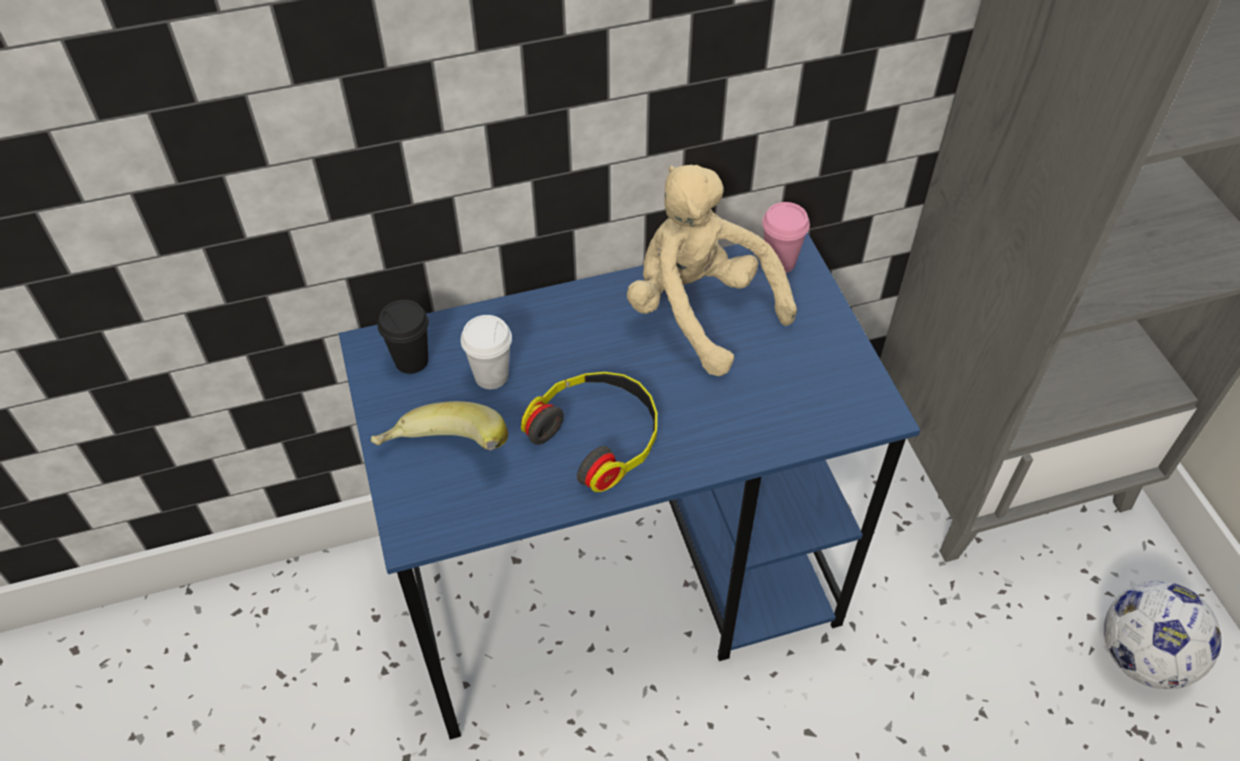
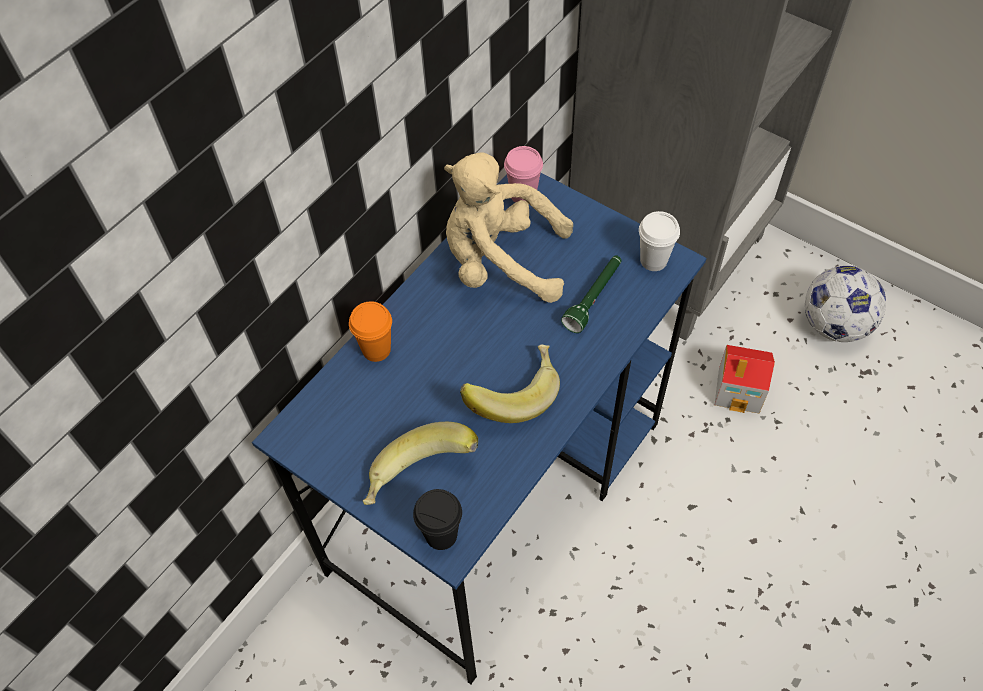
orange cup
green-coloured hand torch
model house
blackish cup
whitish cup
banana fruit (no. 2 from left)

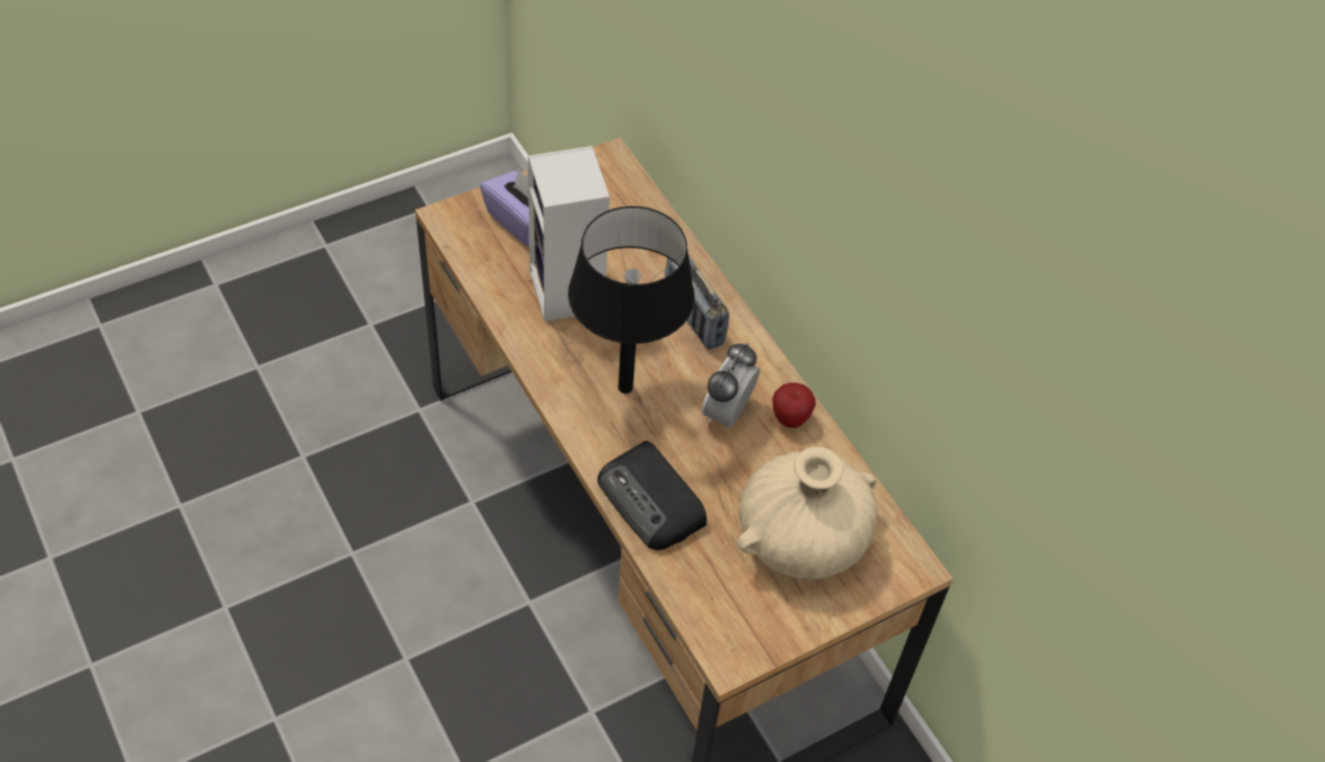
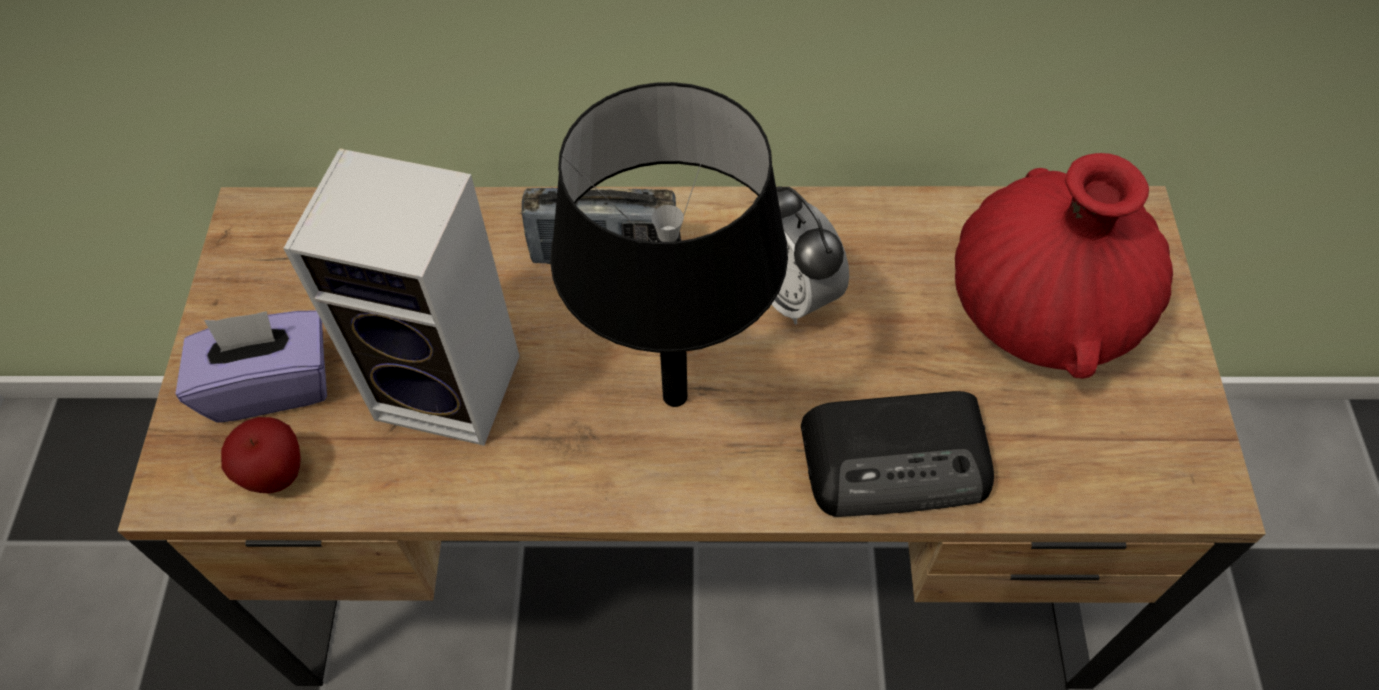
apple fruit
red-coloured flower vase

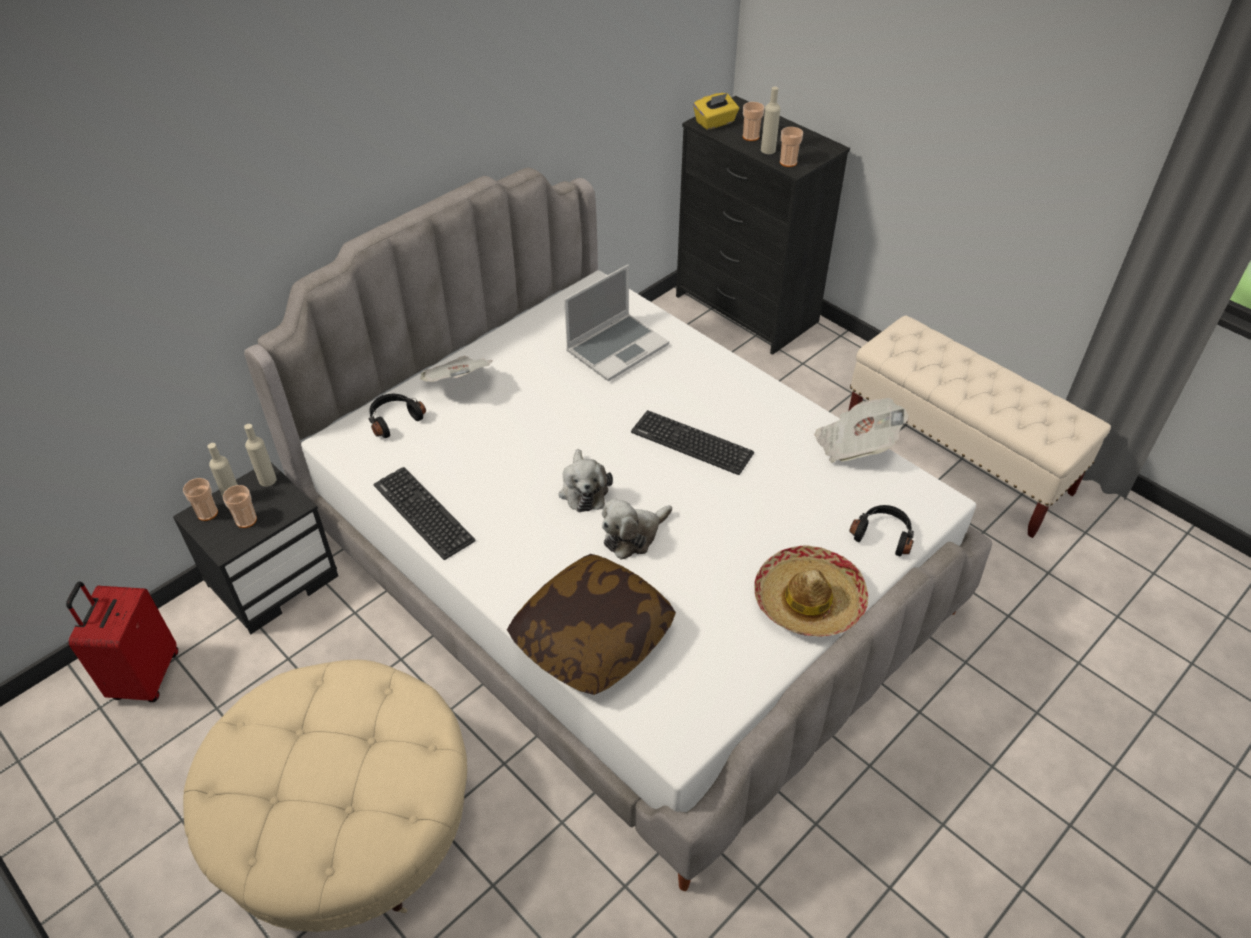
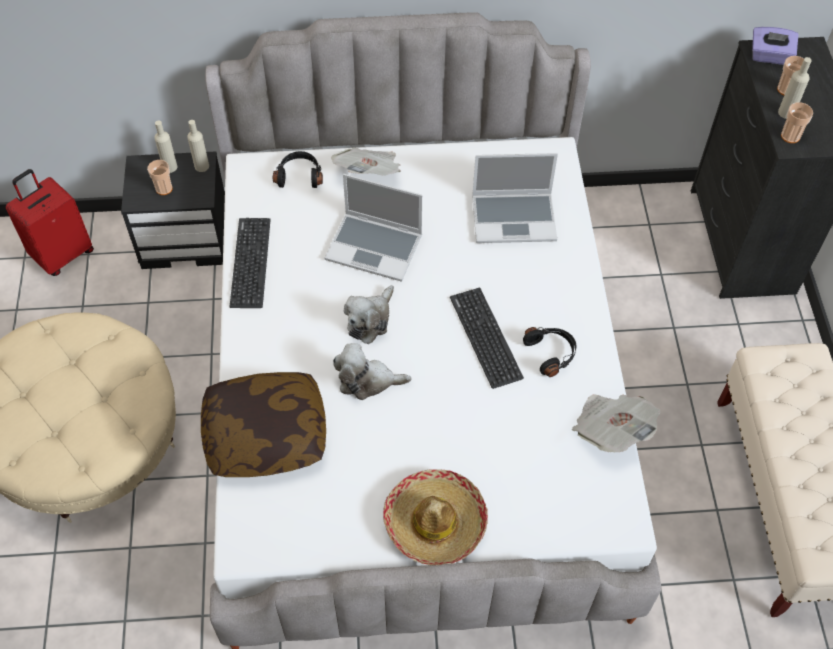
cup (no. 1 from left in the first image)
notebook computer (no. 1 from left)
blackish pair of headphones (no. 2 from left)
purple-coloured box of tissues

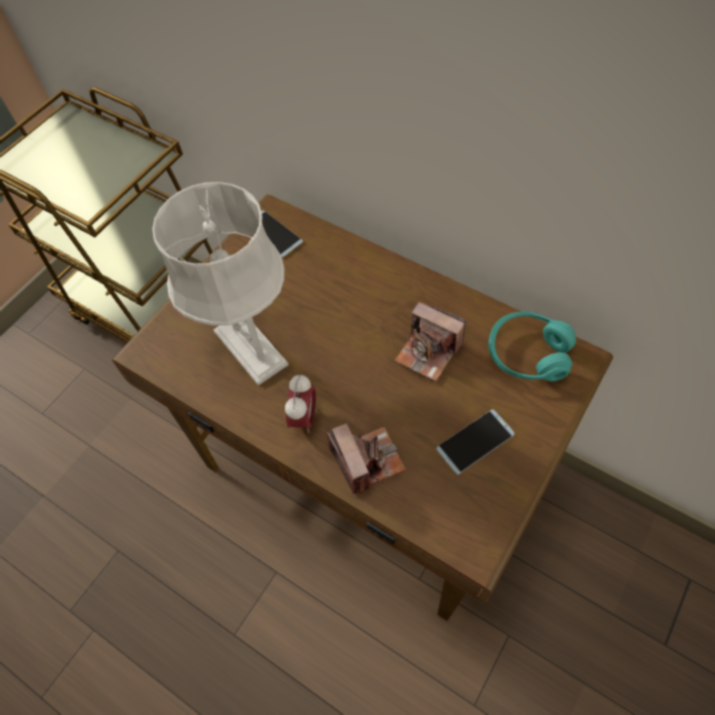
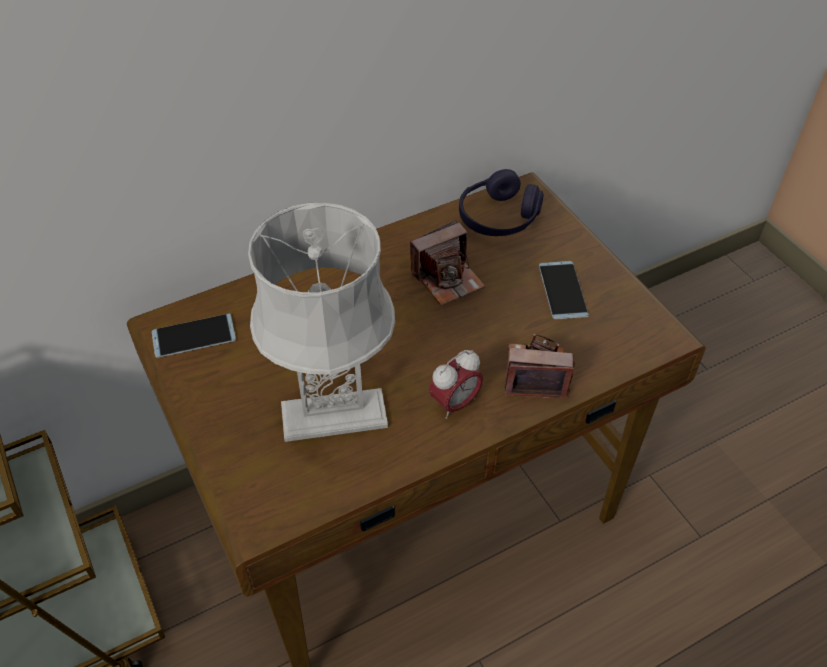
purple-coloured pair of headphones
bedside clock

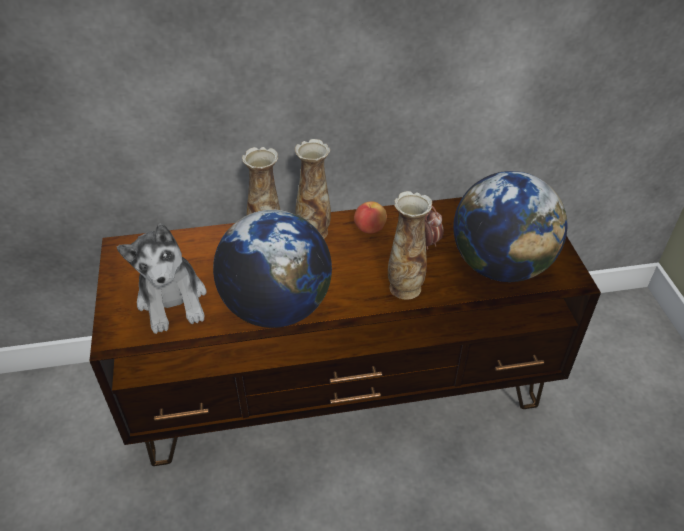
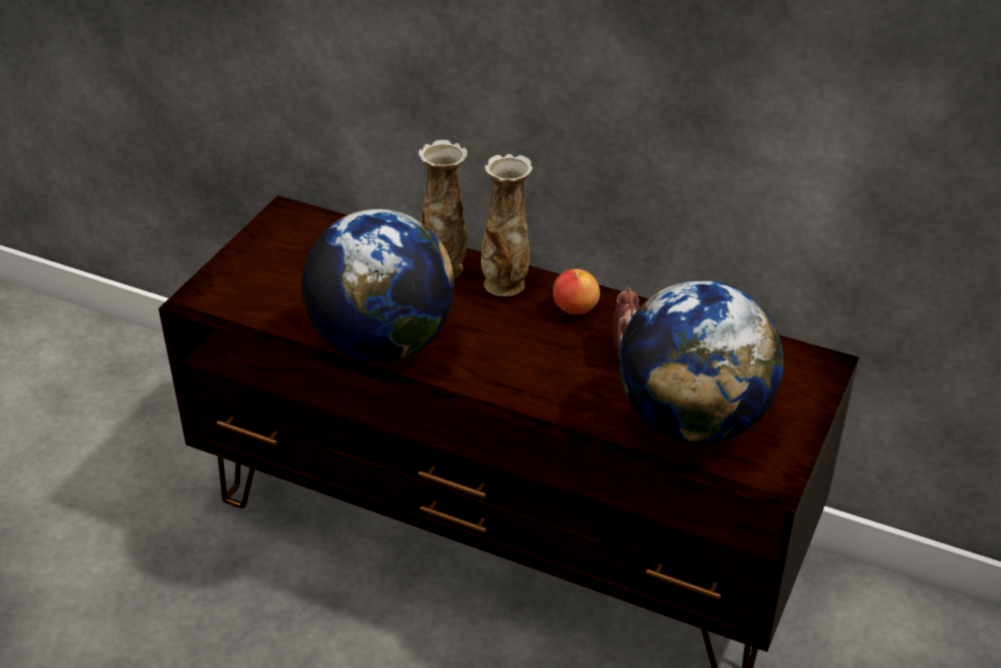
plush toy
flower vase (no. 3 from left in the first image)

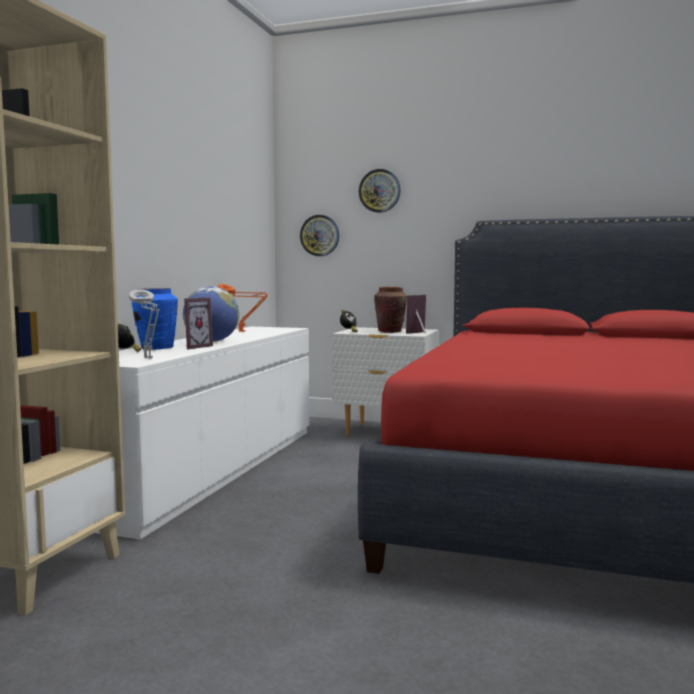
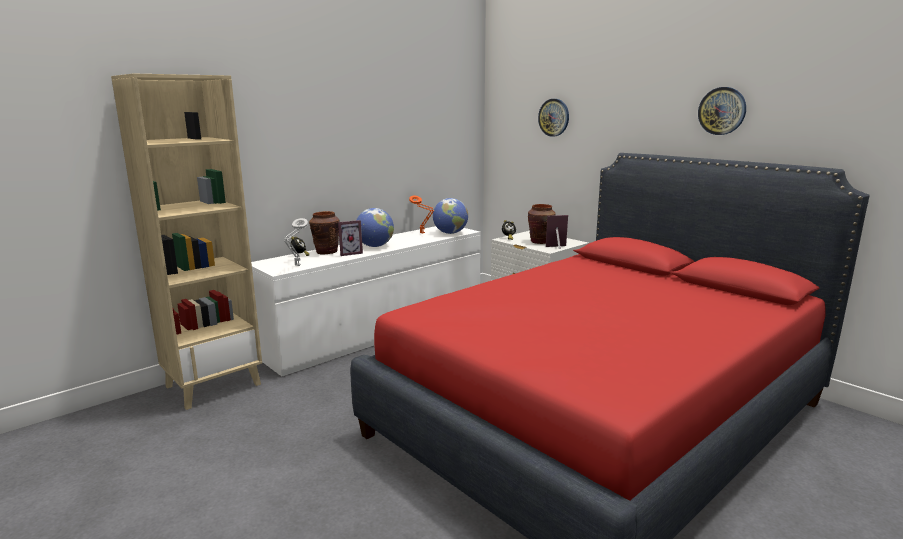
desk globe (no. 2 from left)
hanging clock (no. 2 from left)
brownish flower vase (no. 1 from left)

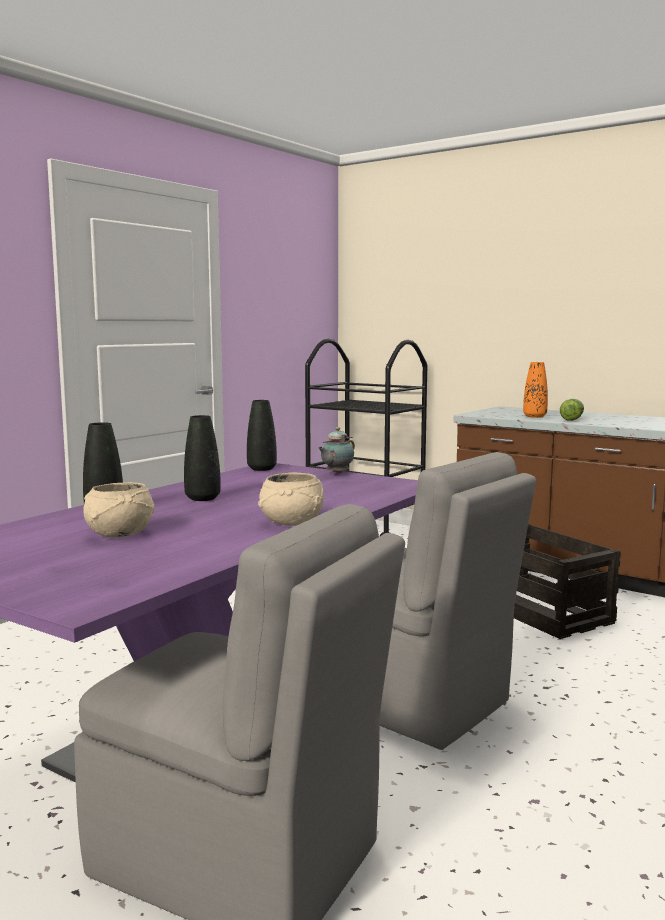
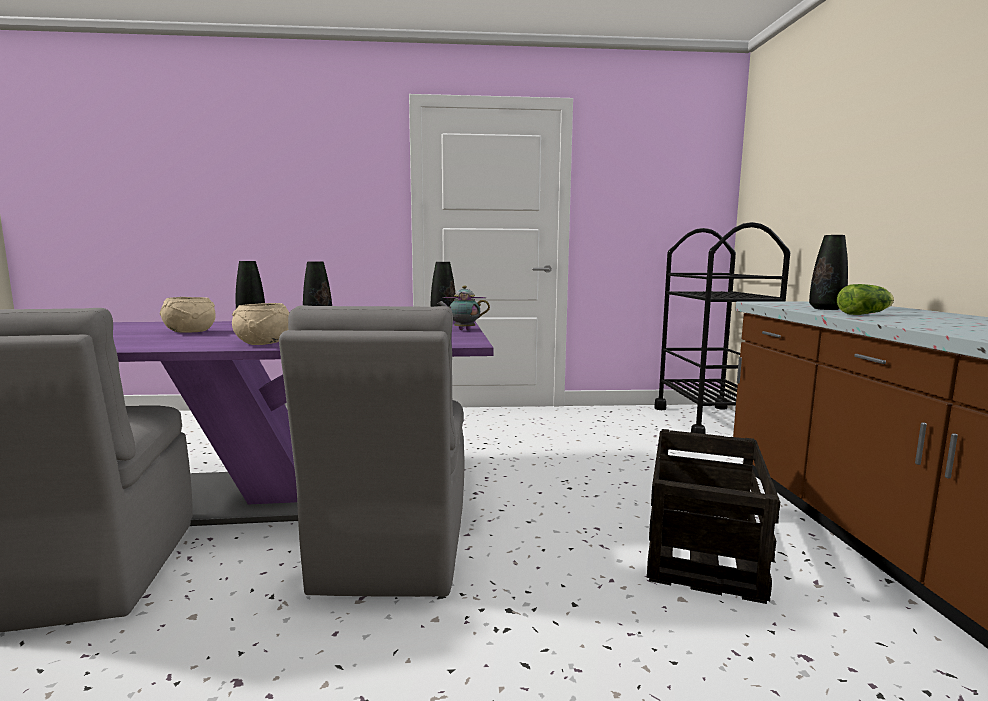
blackish flower vase (no. 4 from left)

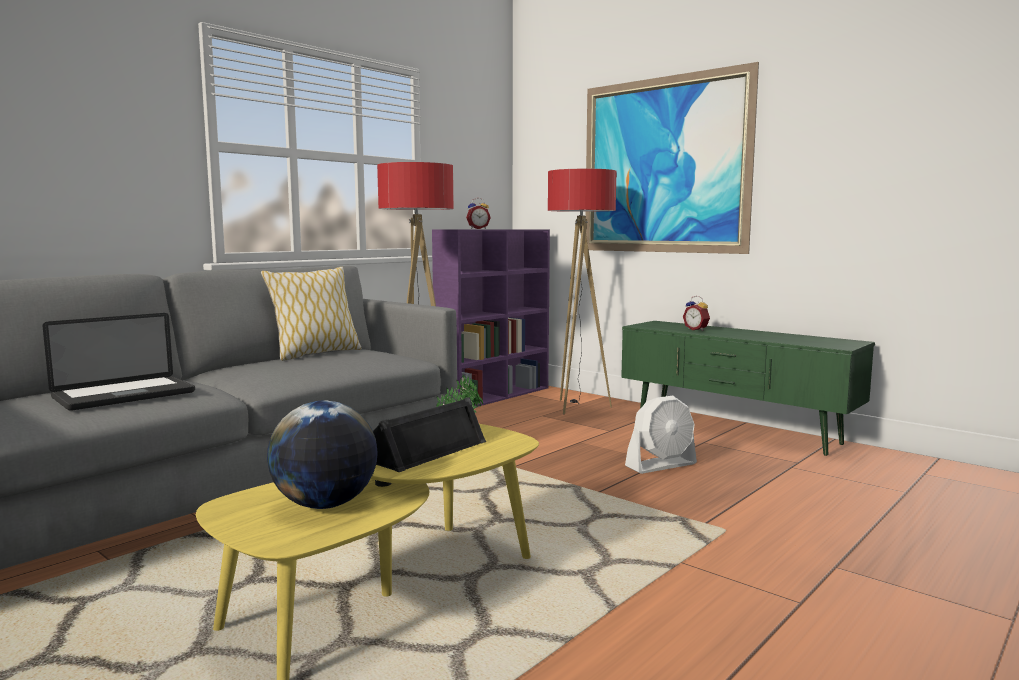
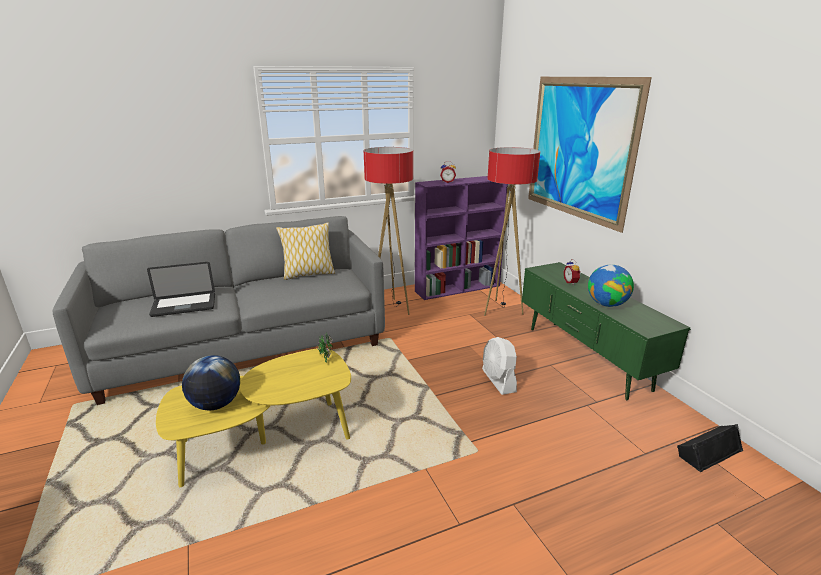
desk globe (no. 2 from left)
blackish audio speaker
whitish electric fan

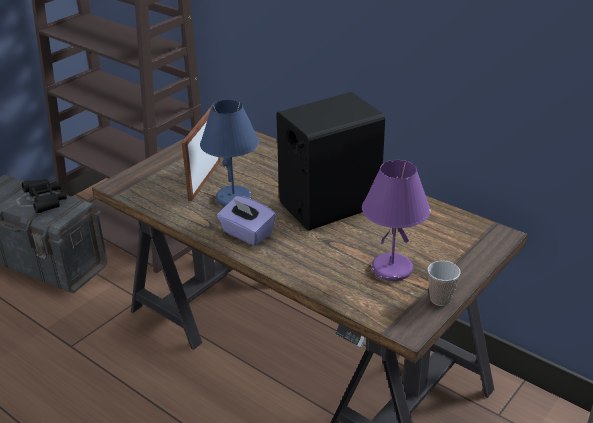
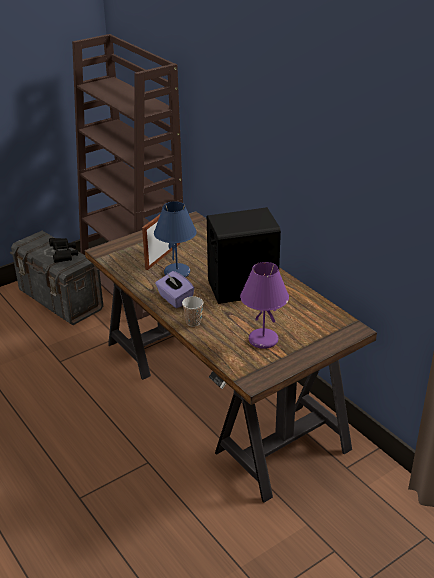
cup

